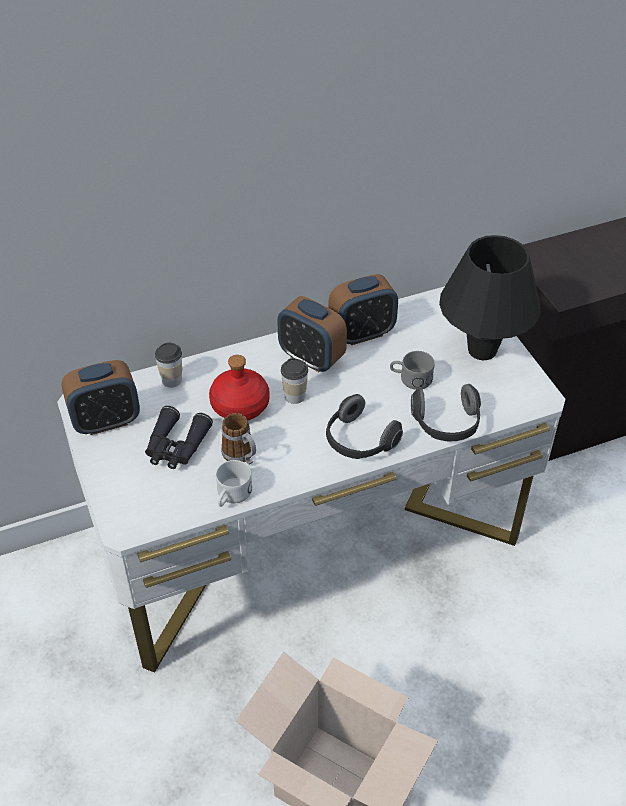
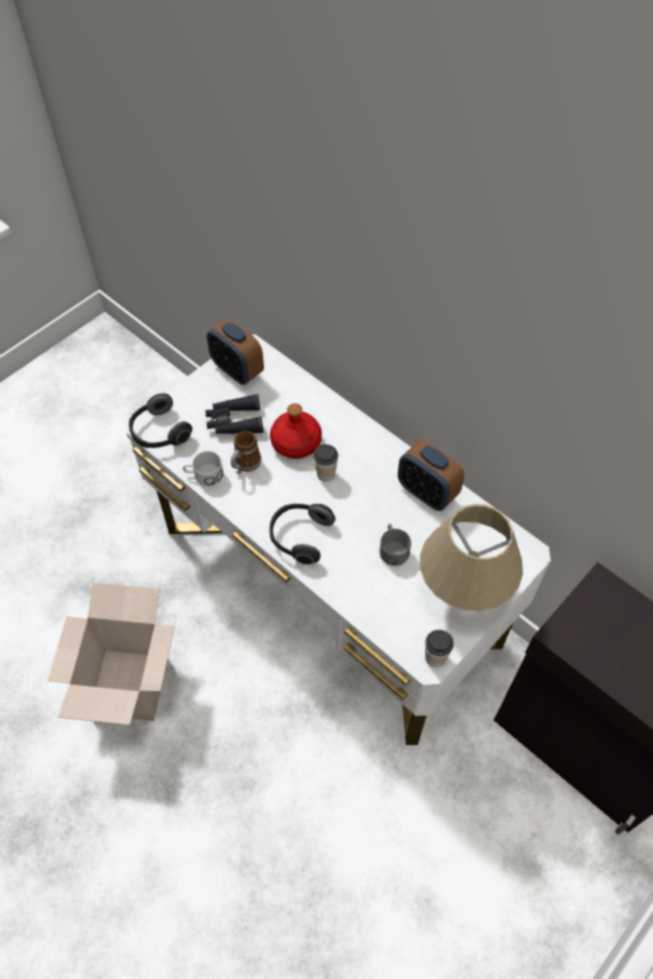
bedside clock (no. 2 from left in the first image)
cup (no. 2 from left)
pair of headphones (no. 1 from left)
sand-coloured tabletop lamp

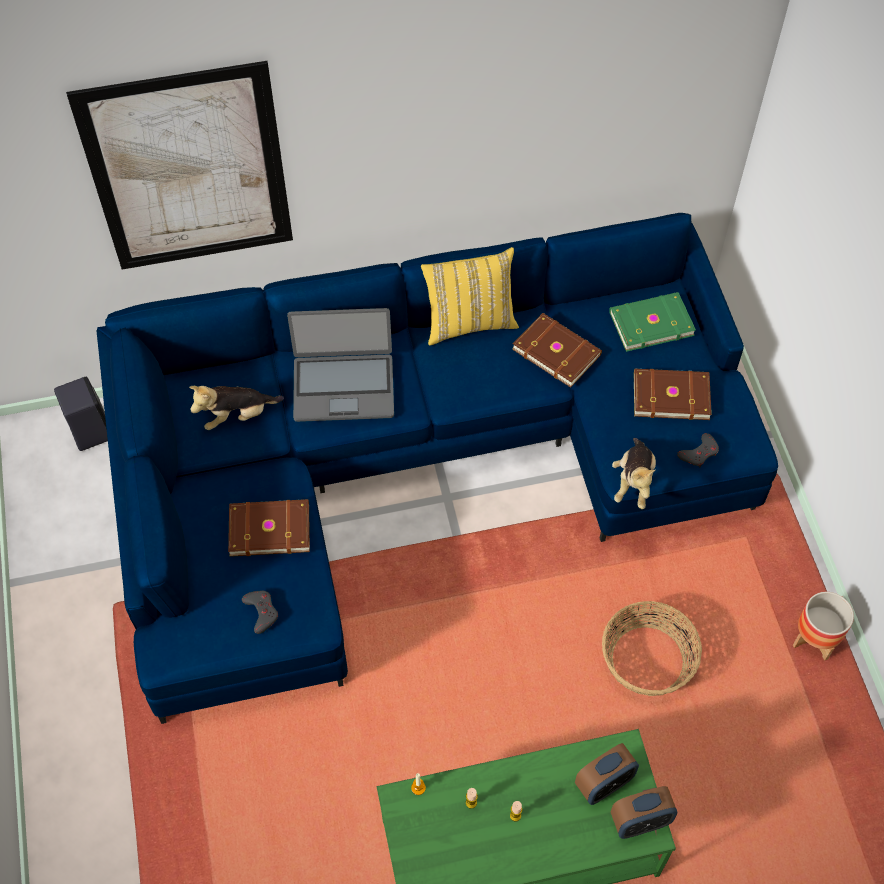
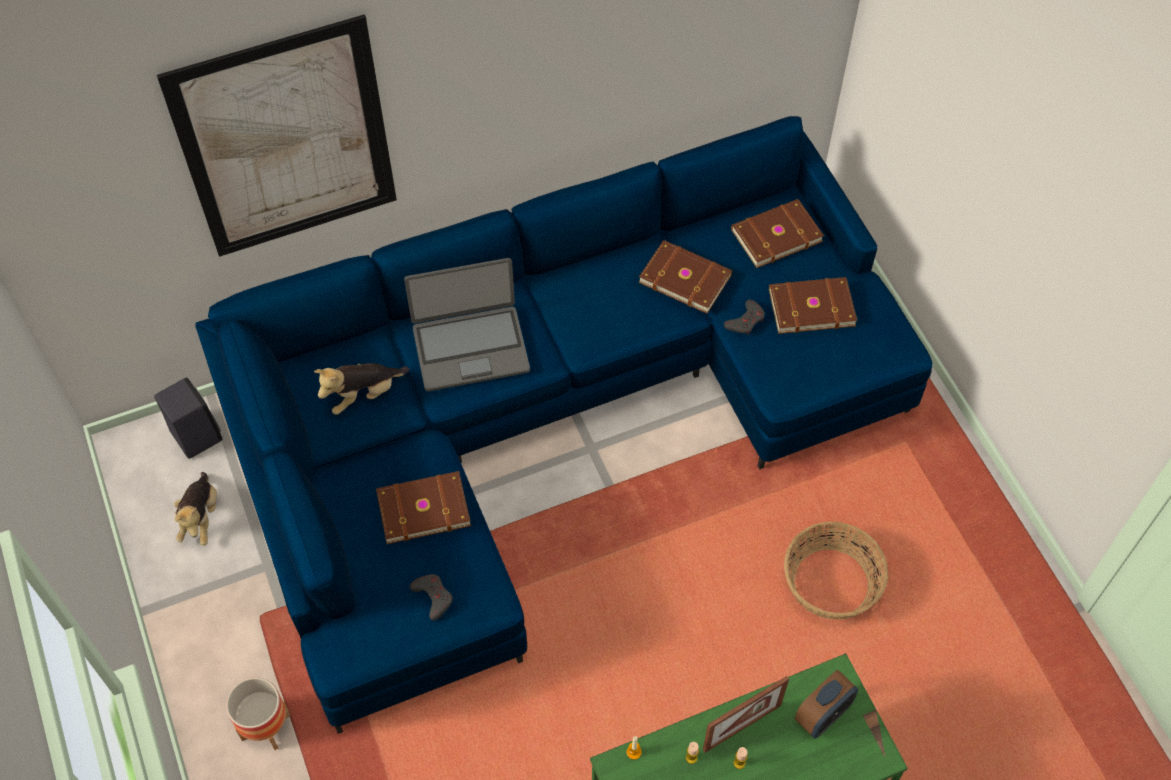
yellow cushion
bedside clock (no. 2 from left in the first image)
picture frame
plush toy (no. 1 from left)
greyish joypad (no. 2 from left)
planter
brownish bound book (no. 3 from left)

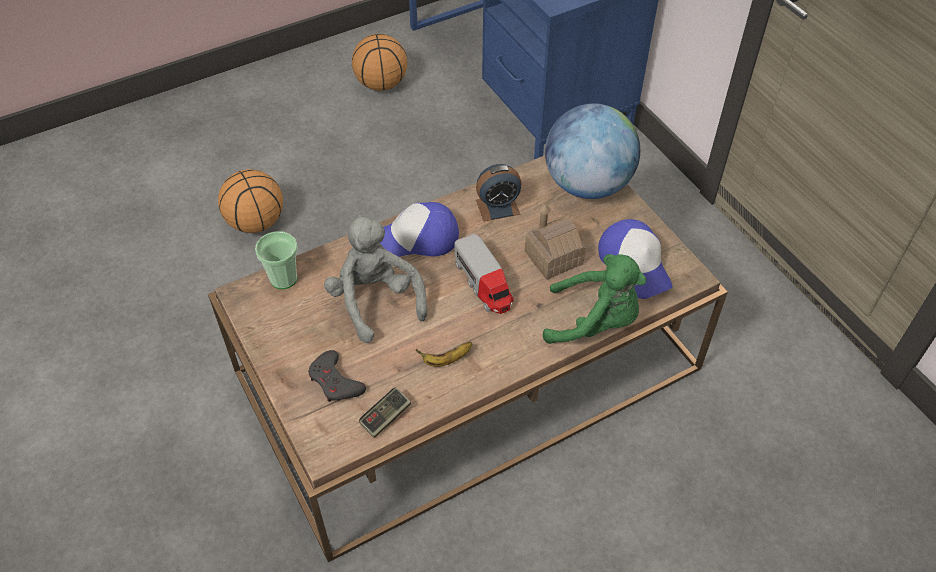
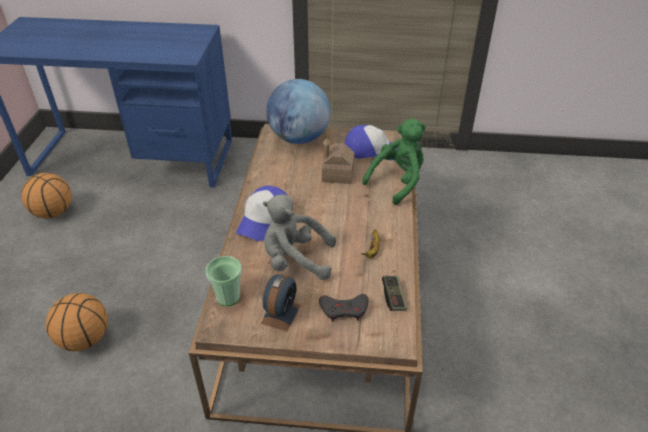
toy truck
bedside clock

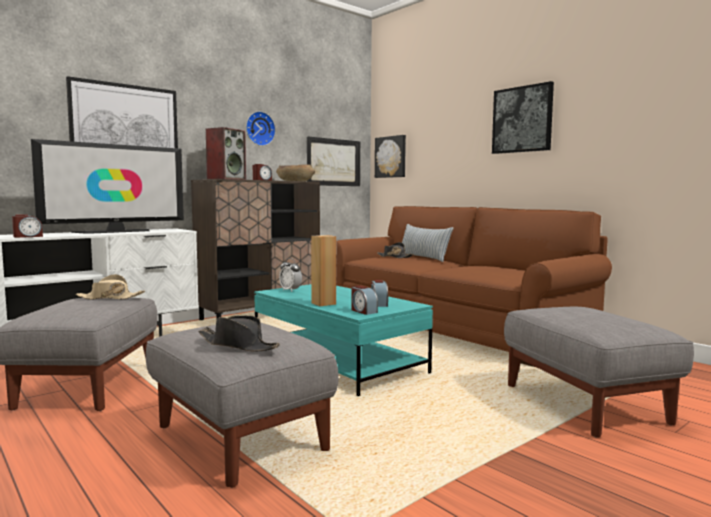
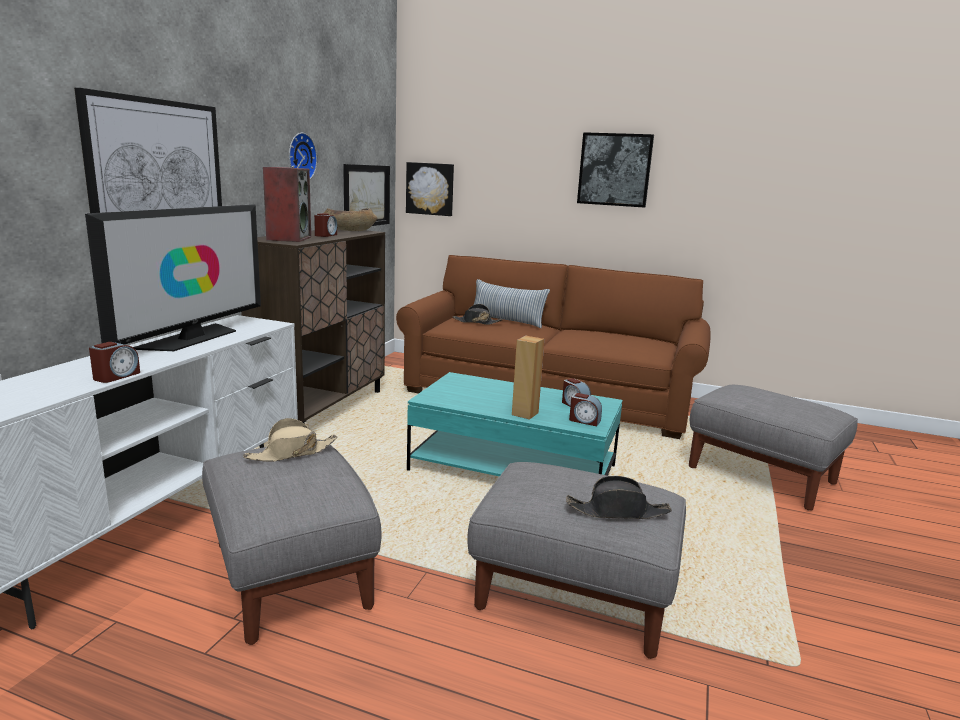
bedside clock (no. 3 from left in the first image)

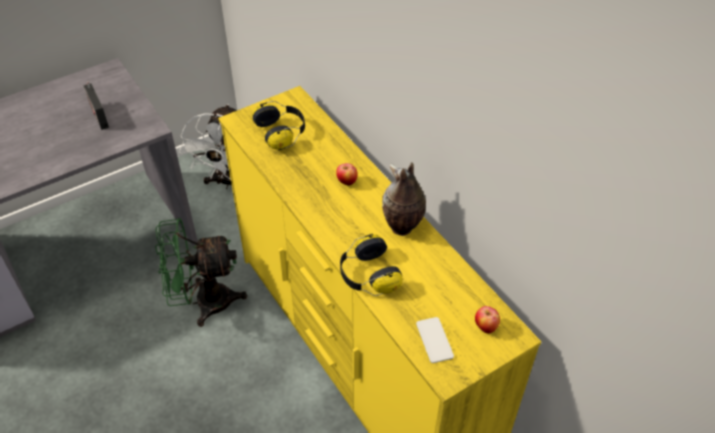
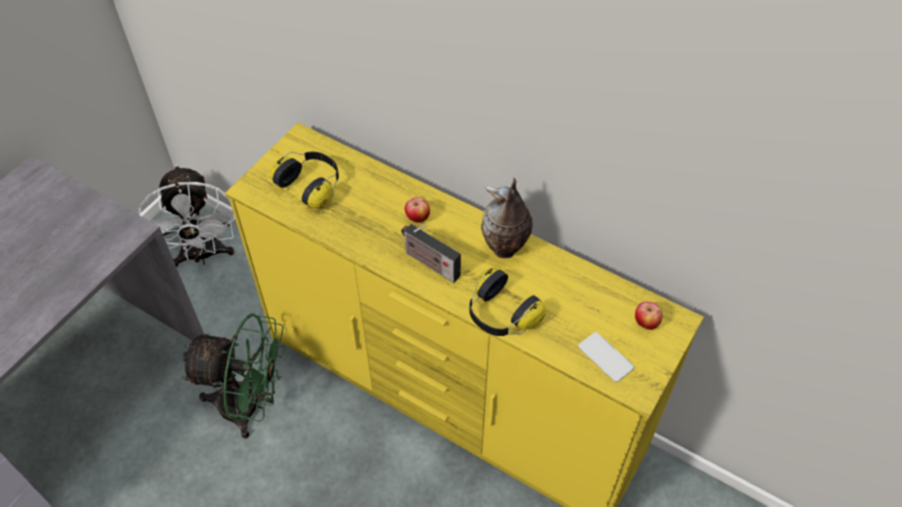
radio receiver
green-coloured electric fan

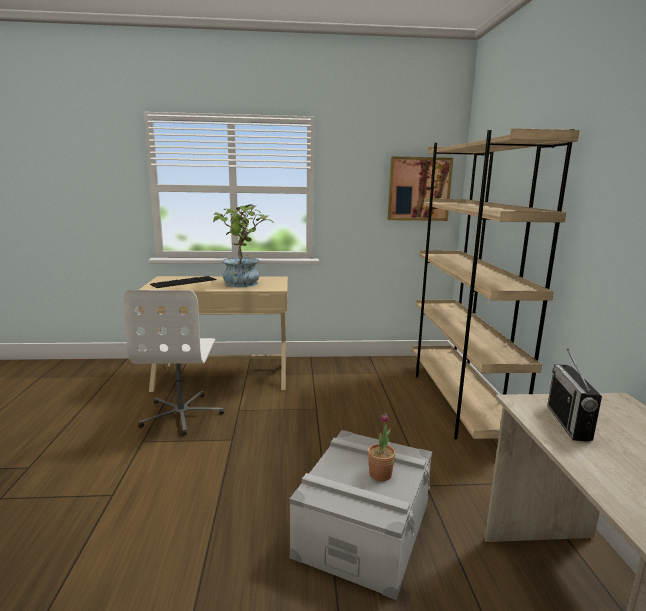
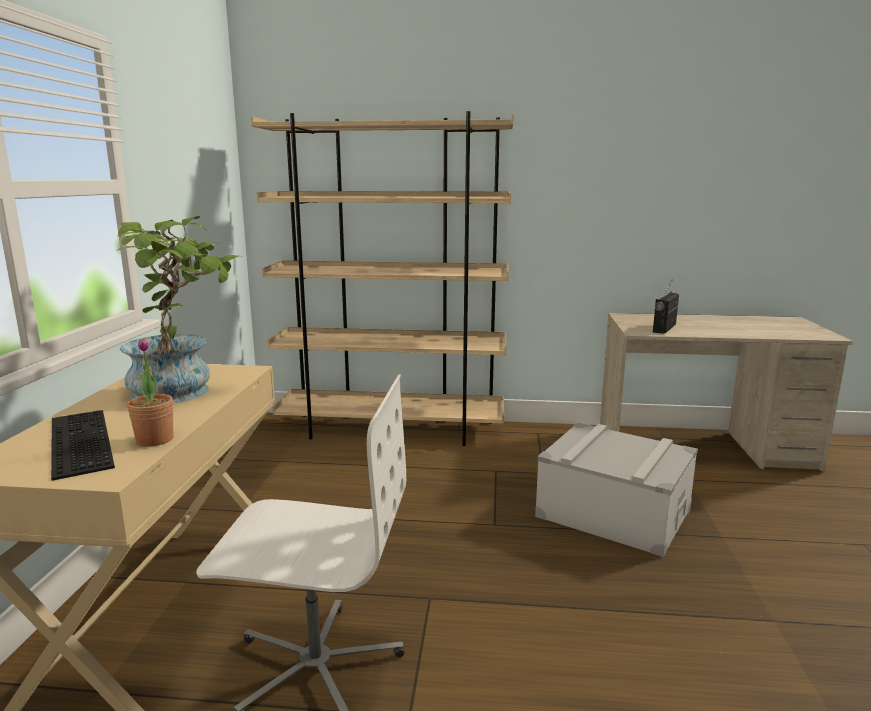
wall picture
potted plant (no. 1 from left)
radio receiver

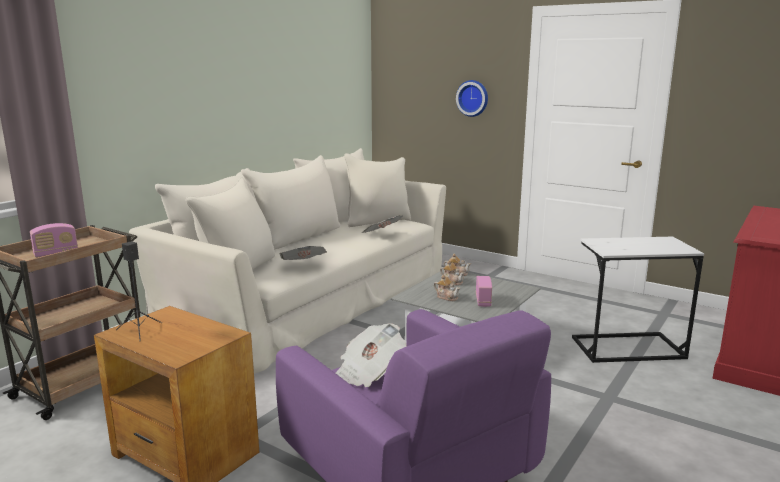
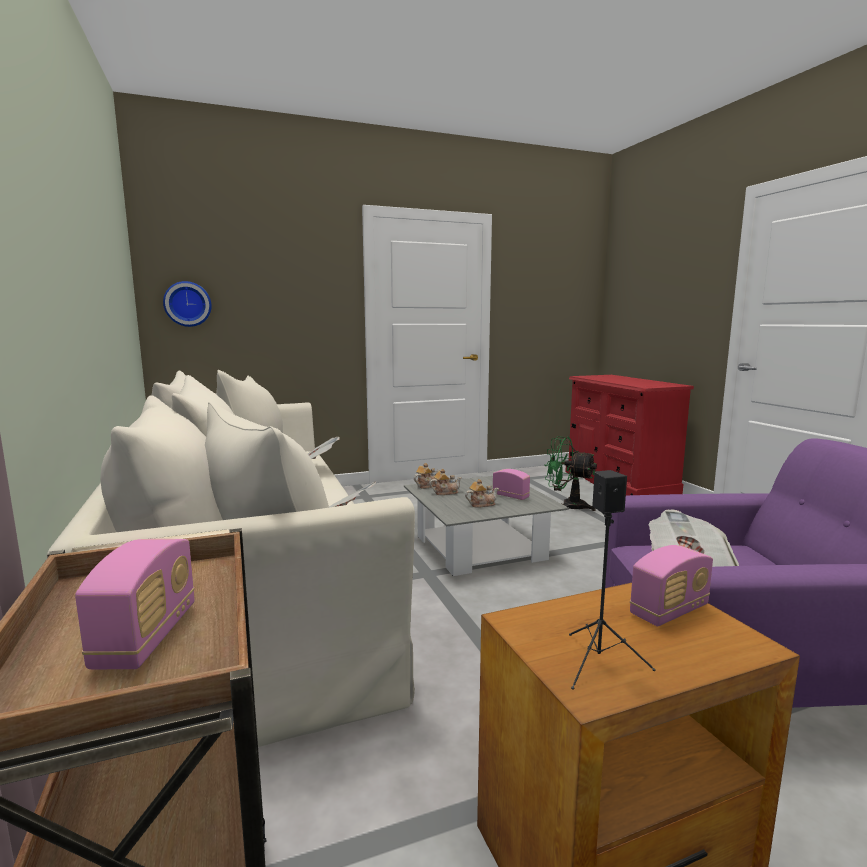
radio receiver (no. 3 from left)
hanging clock
green-coloured electric fan

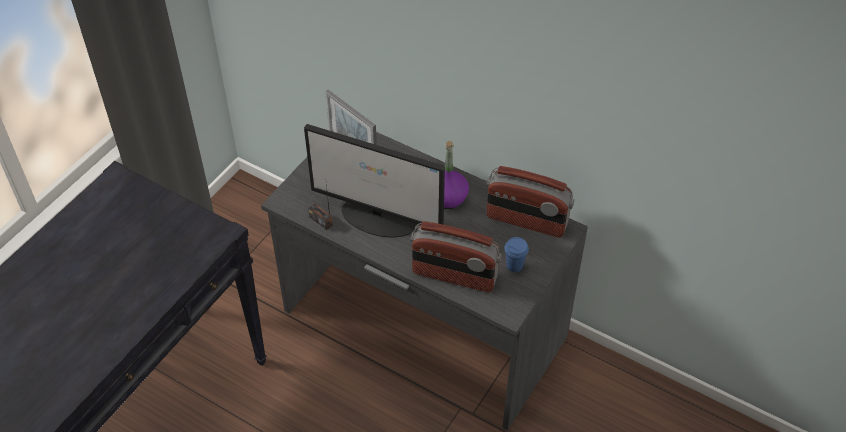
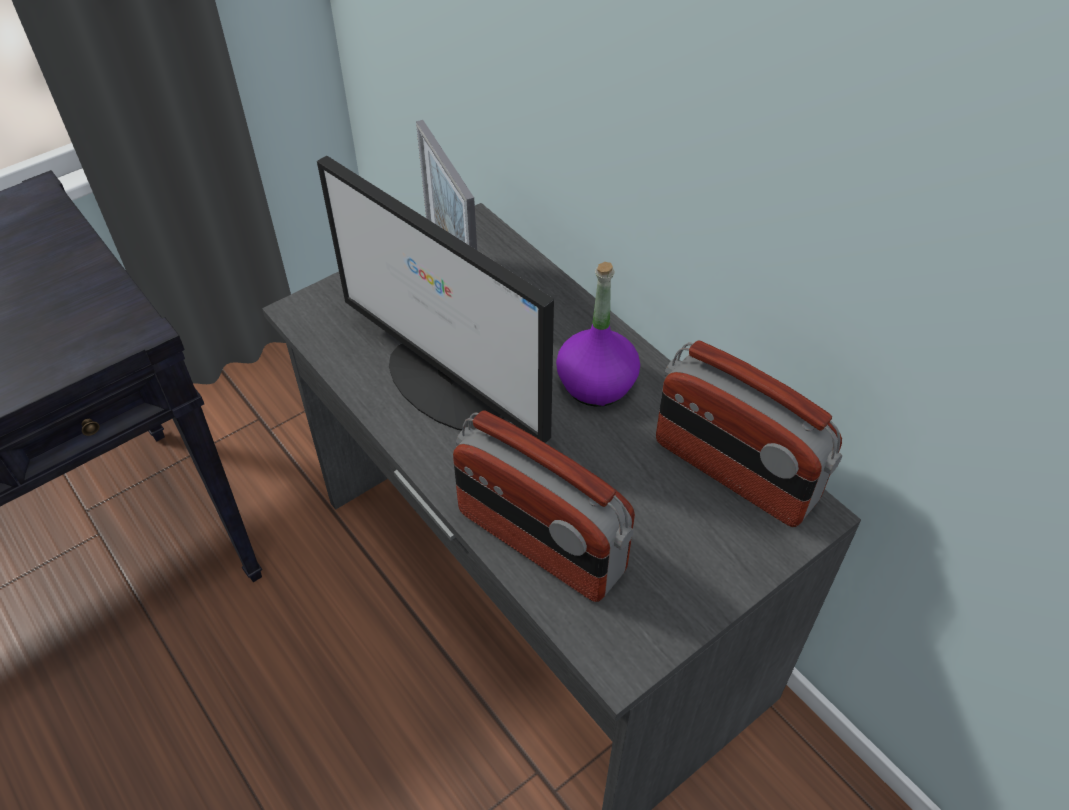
radio receiver (no. 1 from left in the first image)
blue-coloured cup

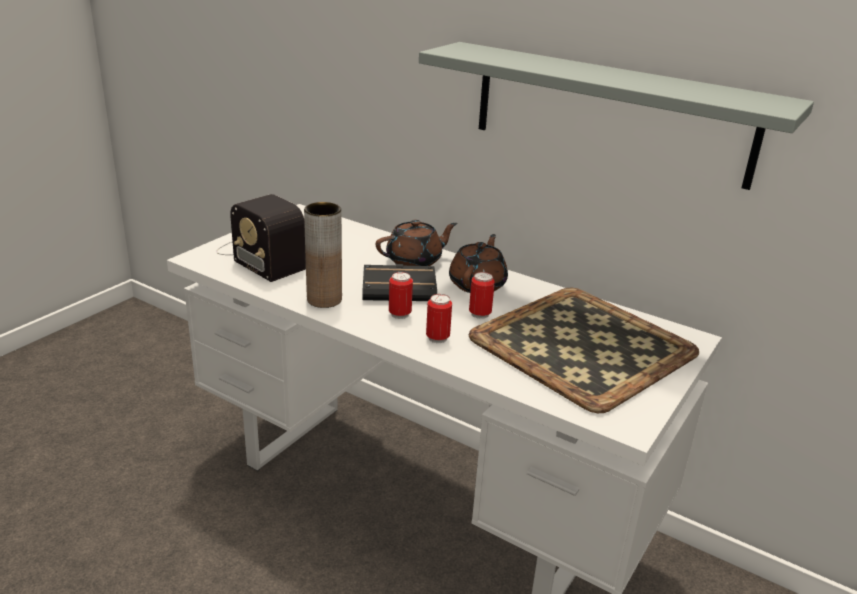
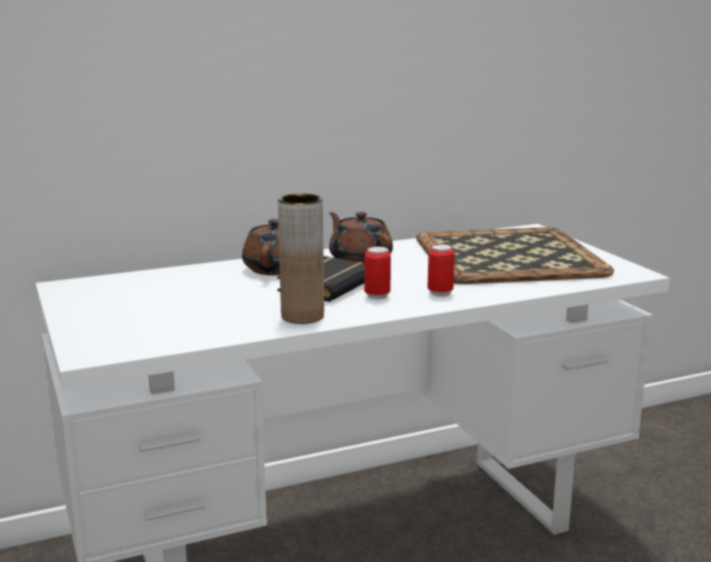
radio receiver
greyish shelf
can (no. 3 from left in the first image)

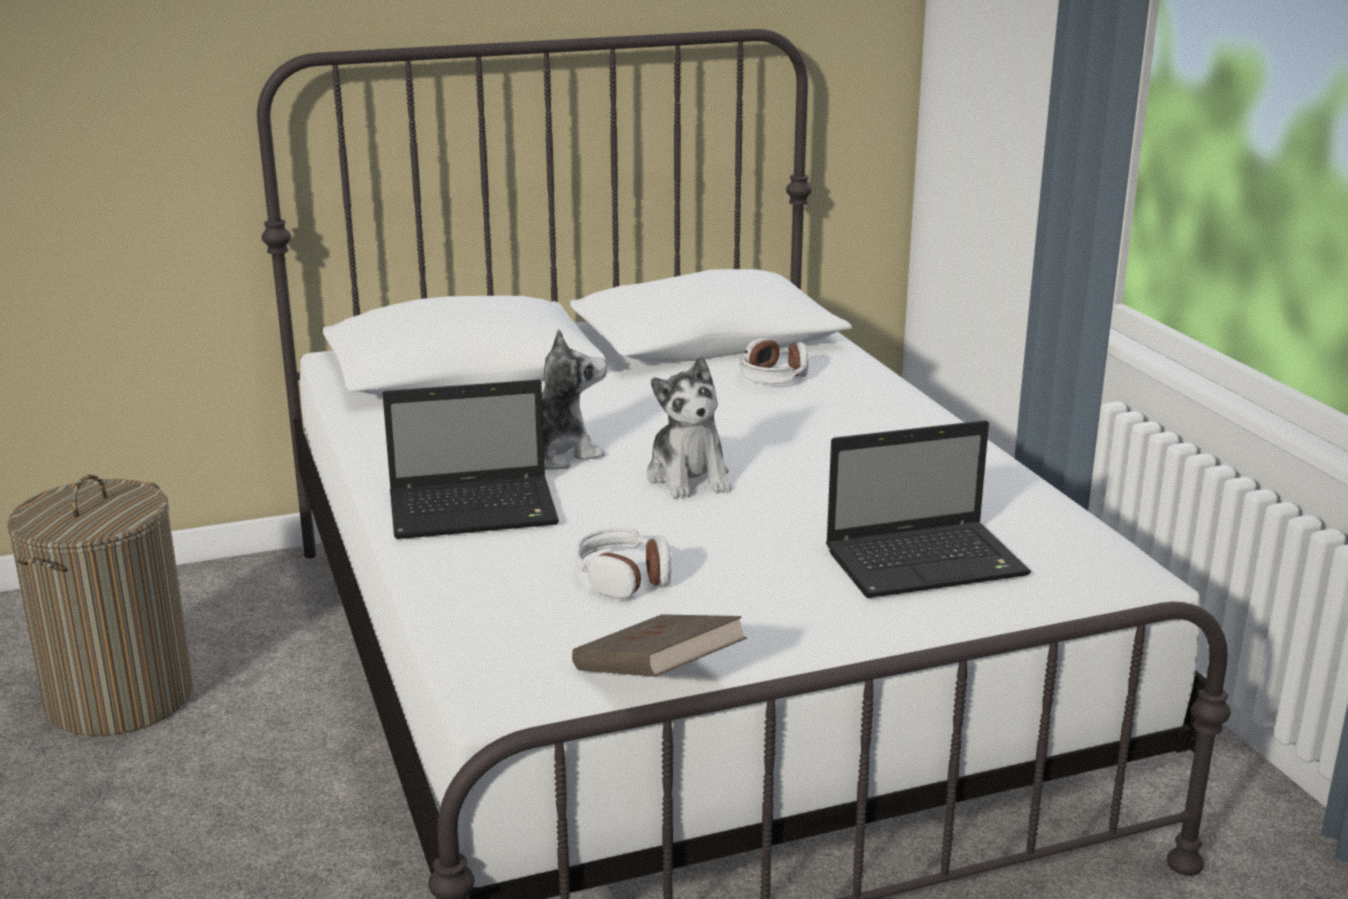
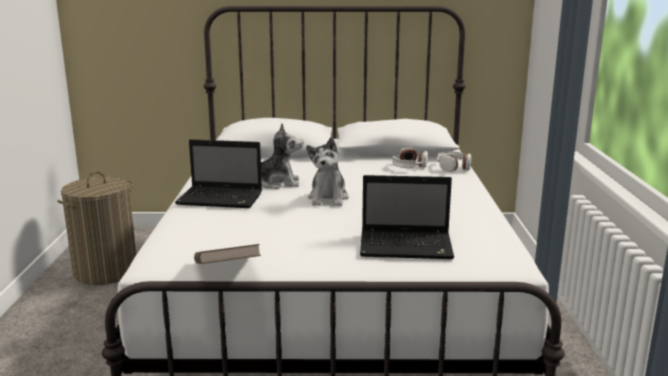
pair of headphones (no. 2 from left)

